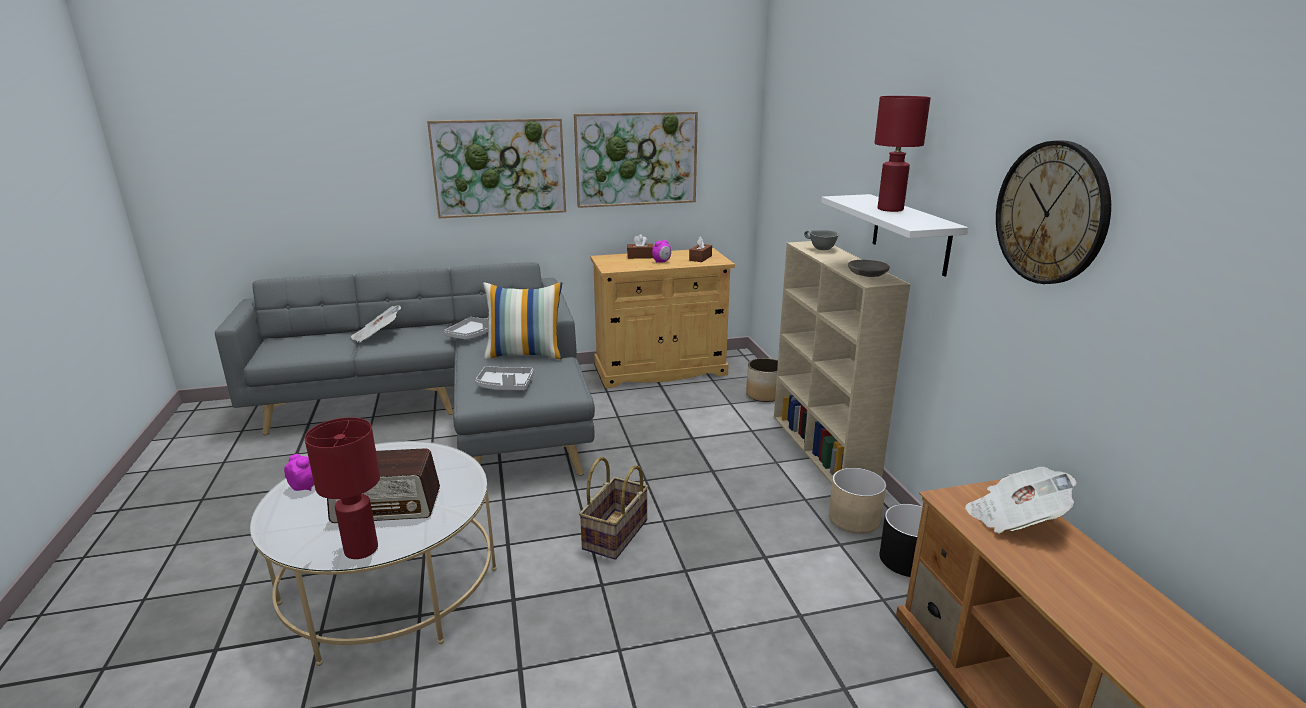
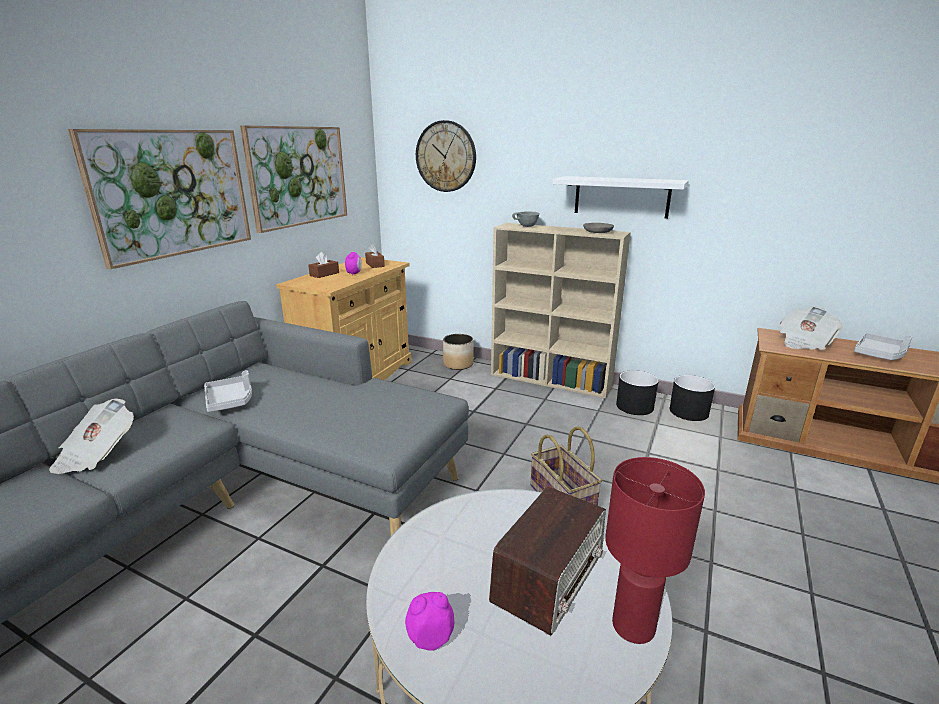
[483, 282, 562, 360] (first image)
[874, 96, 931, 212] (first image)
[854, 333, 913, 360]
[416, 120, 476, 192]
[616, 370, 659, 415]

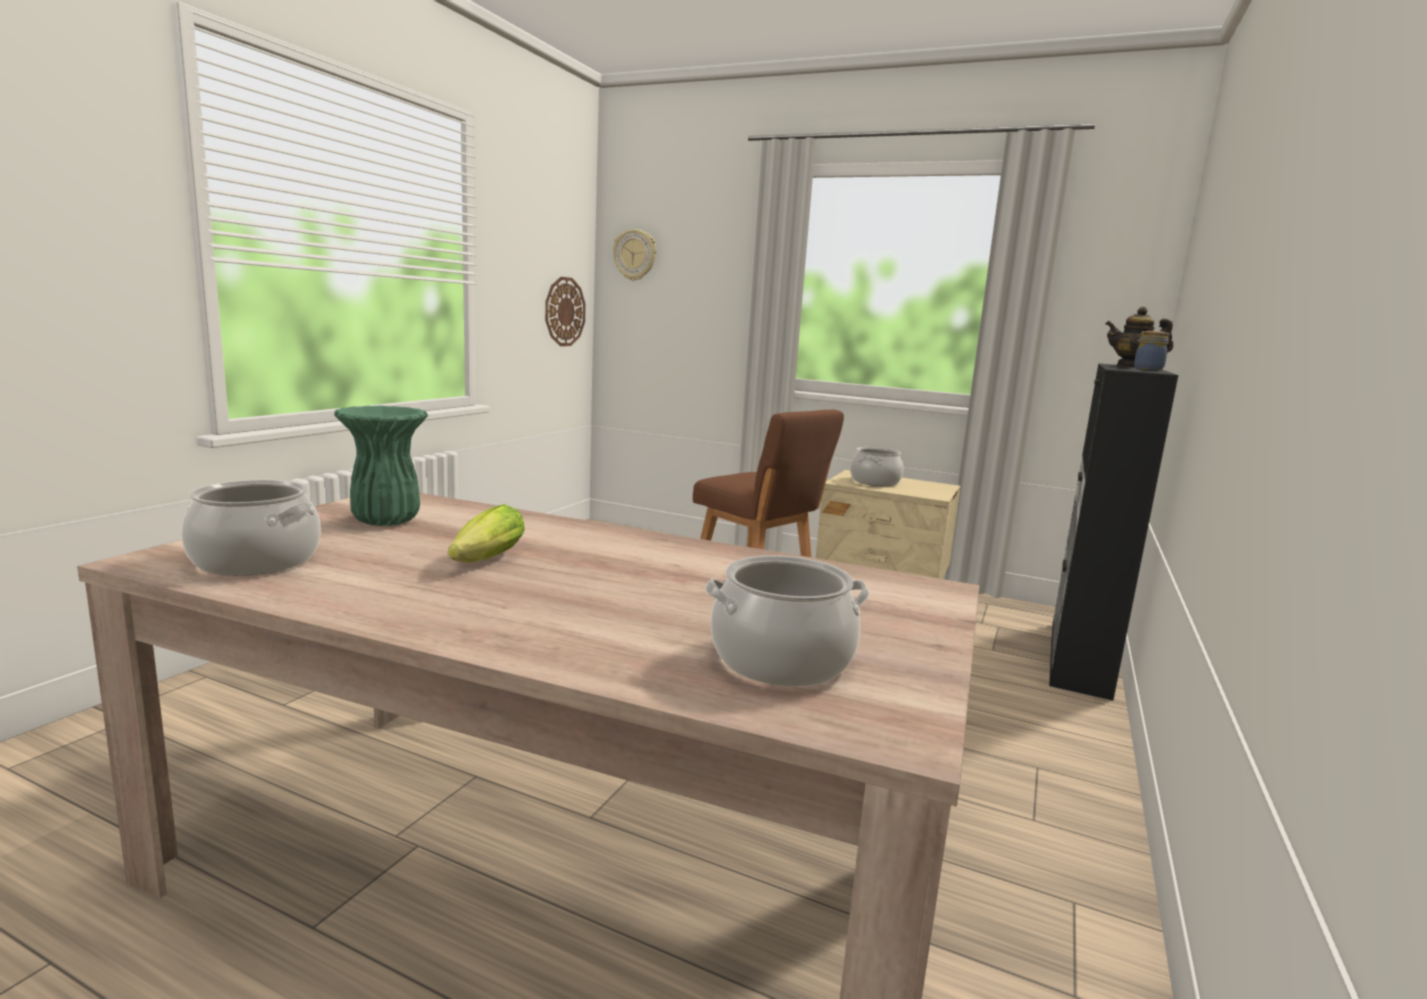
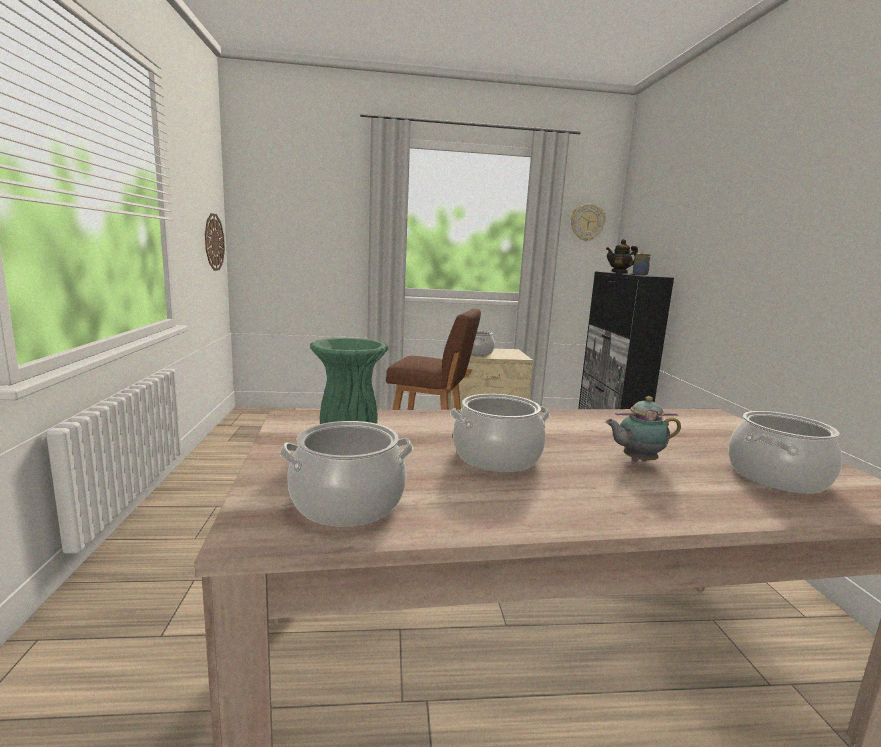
[605, 396, 681, 462]
[571, 204, 606, 241]
[450, 394, 550, 472]

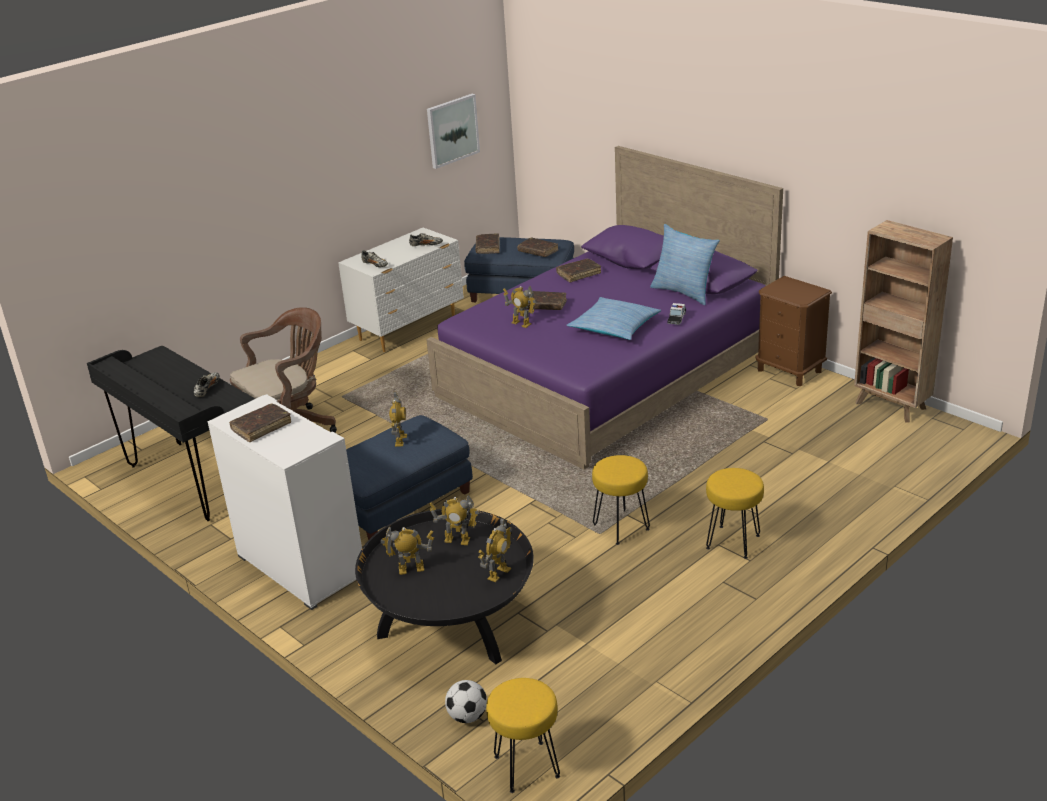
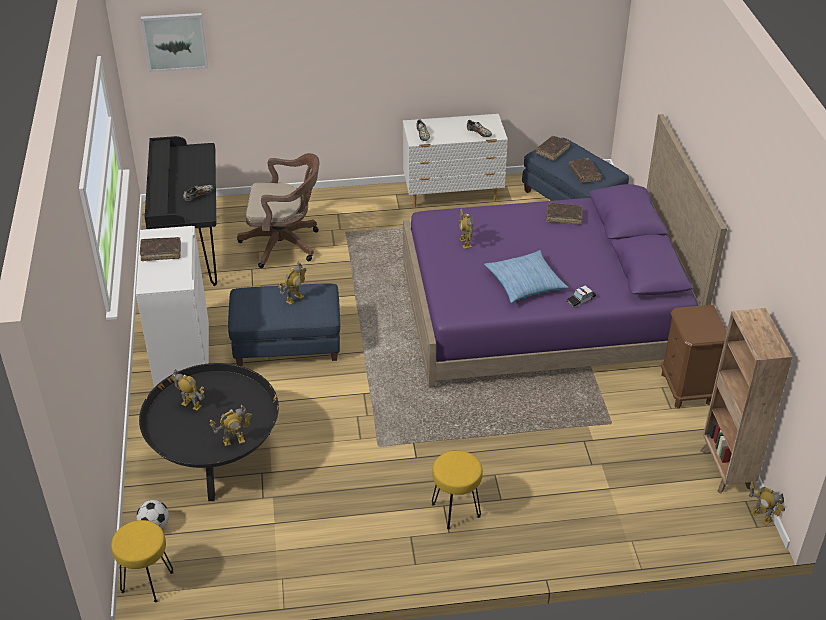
[527, 291, 567, 310] (first image)
[592, 455, 650, 545] (first image)
[650, 224, 720, 305] (first image)
[141, 13, 208, 72]
[749, 481, 785, 526]

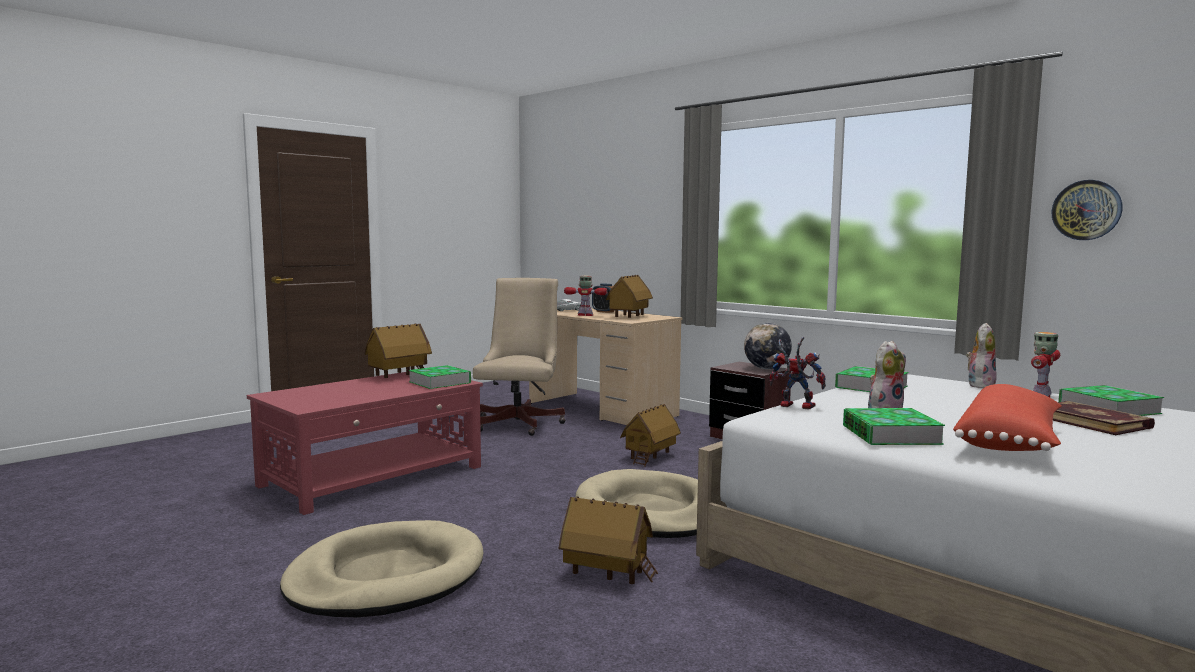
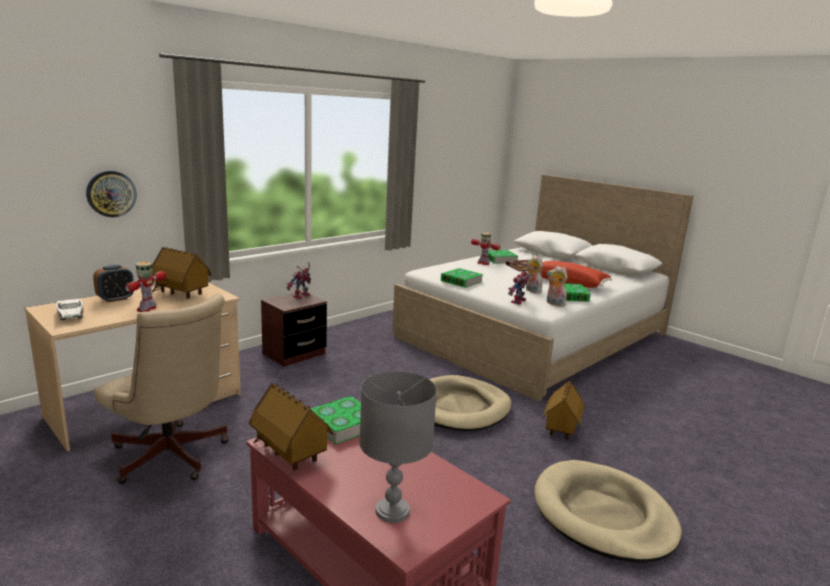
[620, 404, 681, 467] (first image)
[359, 371, 437, 523]
[547, 266, 568, 307]
[86, 171, 136, 217]
[286, 262, 311, 299]
[94, 294, 229, 484]

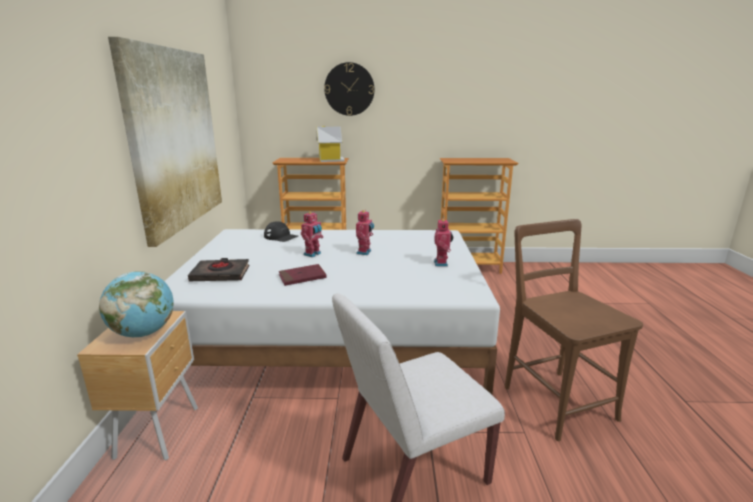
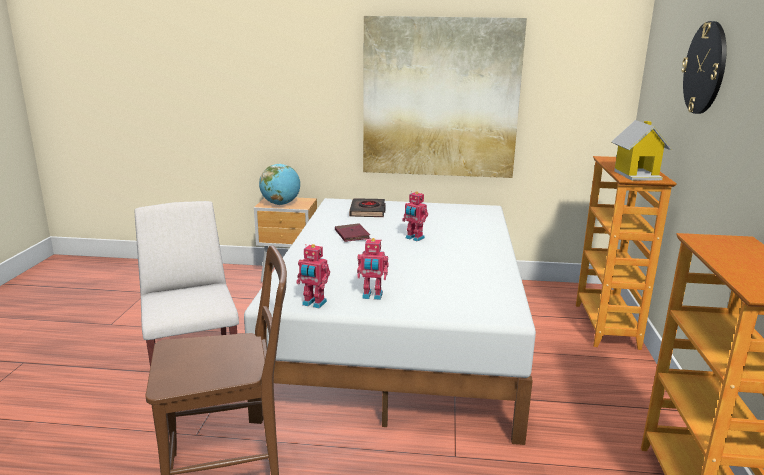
[264, 221, 298, 242] (first image)
[296, 244, 330, 308]

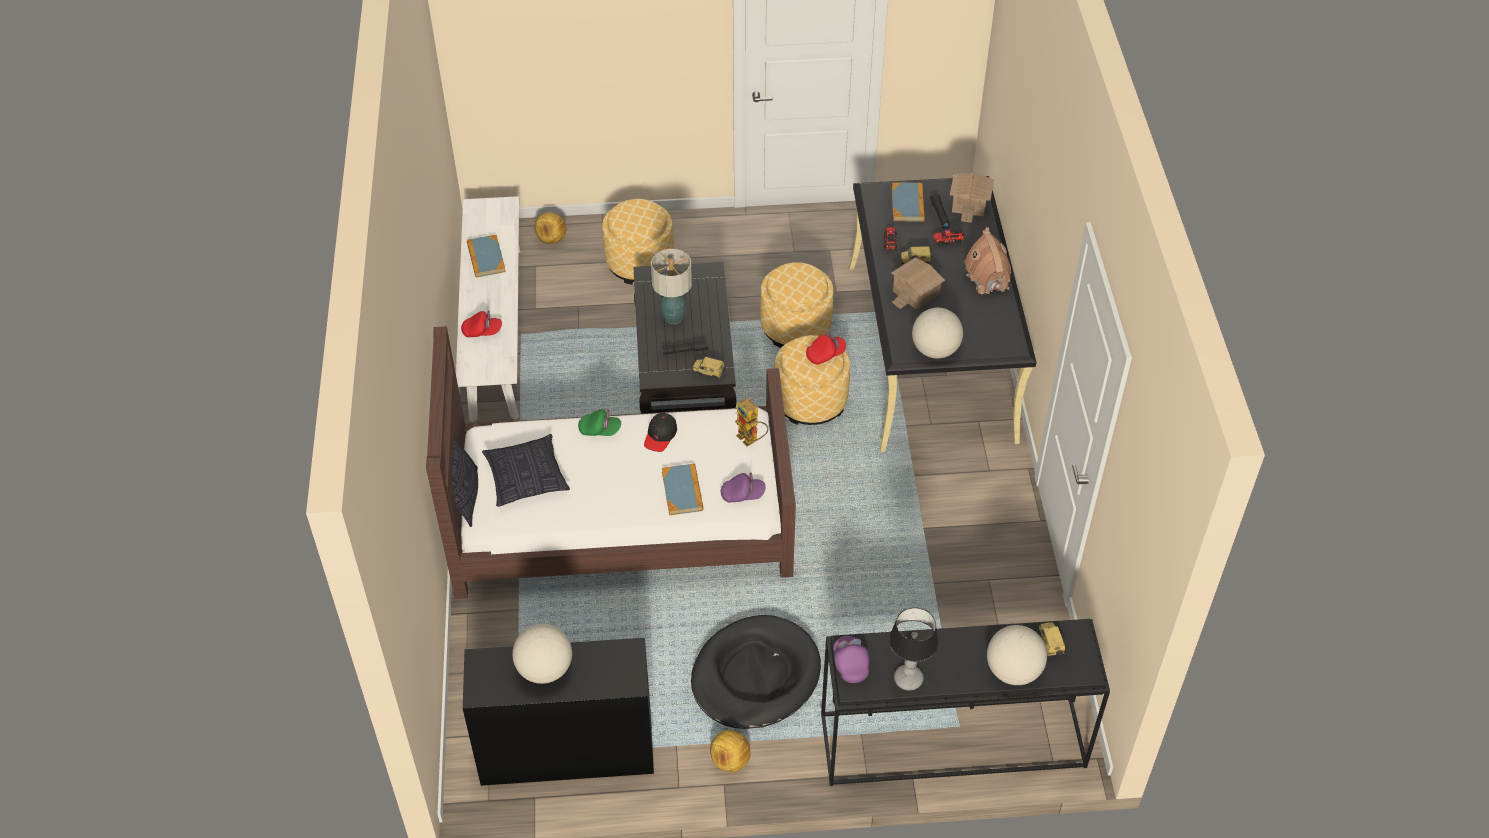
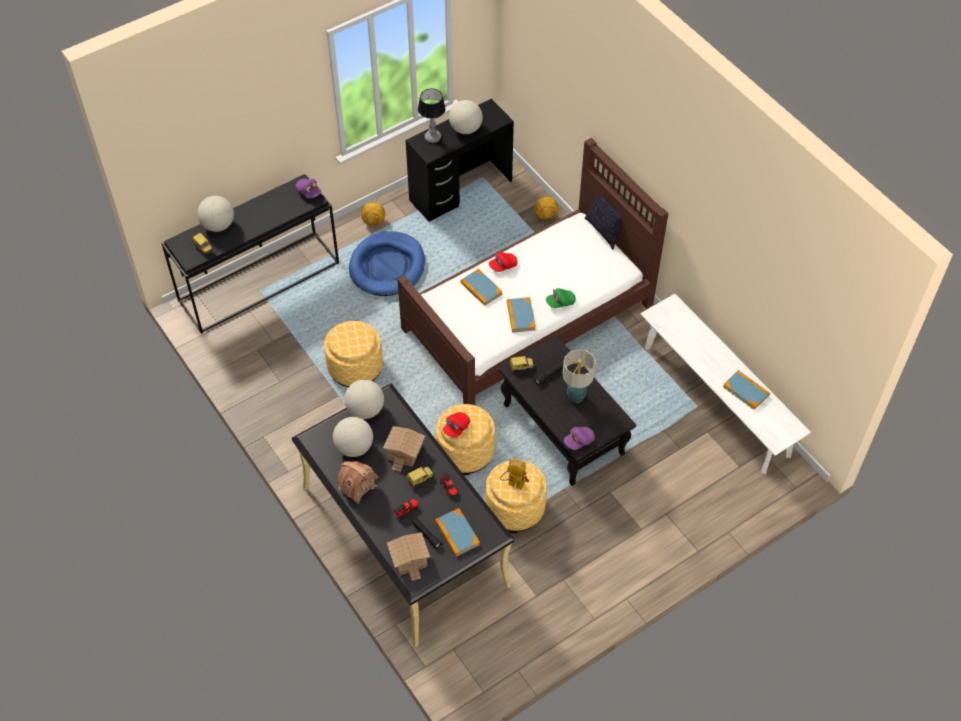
[482, 434, 570, 507] (first image)
[333, 417, 373, 457]
[489, 252, 518, 272]
[534, 196, 558, 219]
[324, 321, 383, 387]
[564, 427, 595, 450]
[500, 458, 529, 490]
[418, 88, 446, 143]
[507, 297, 536, 333]
[349, 231, 425, 296]

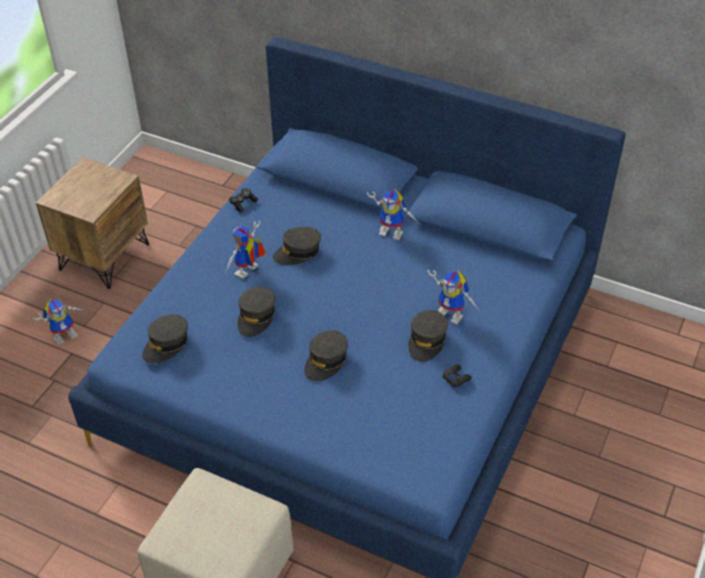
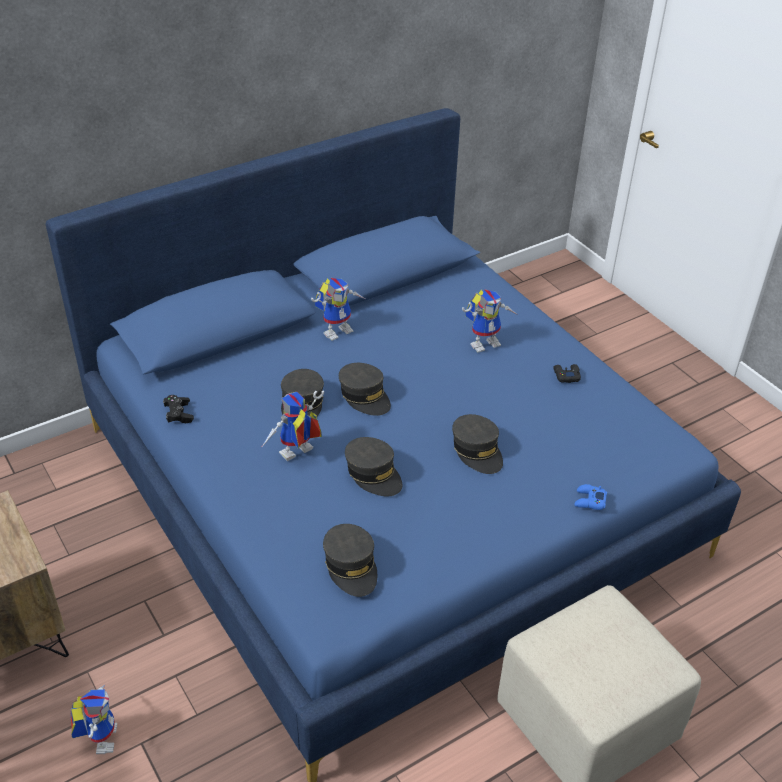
[574, 484, 607, 510]
[339, 363, 391, 416]
[261, 391, 324, 461]

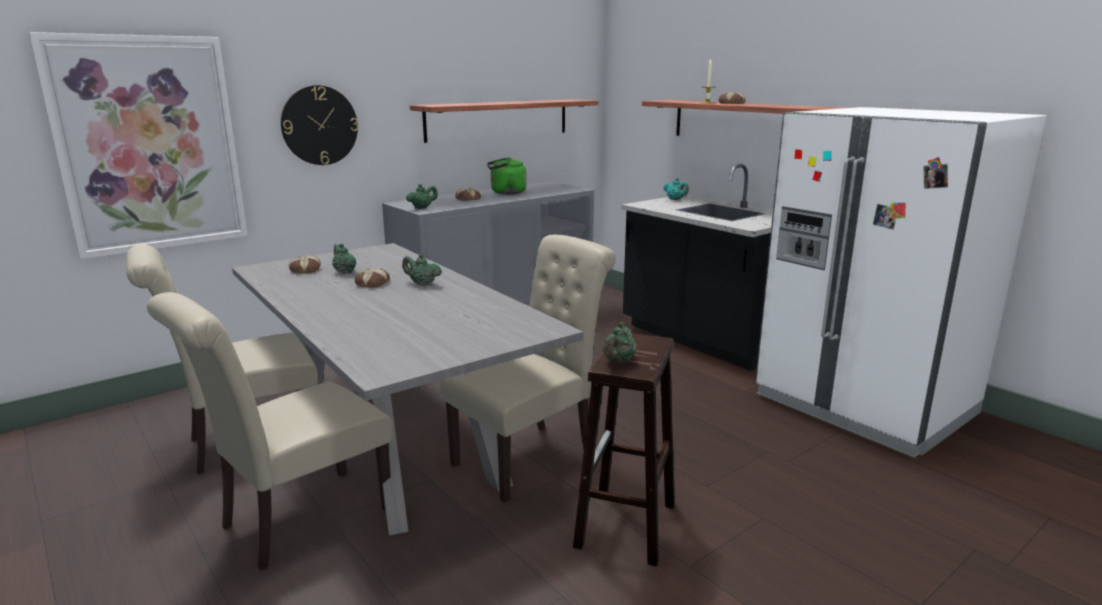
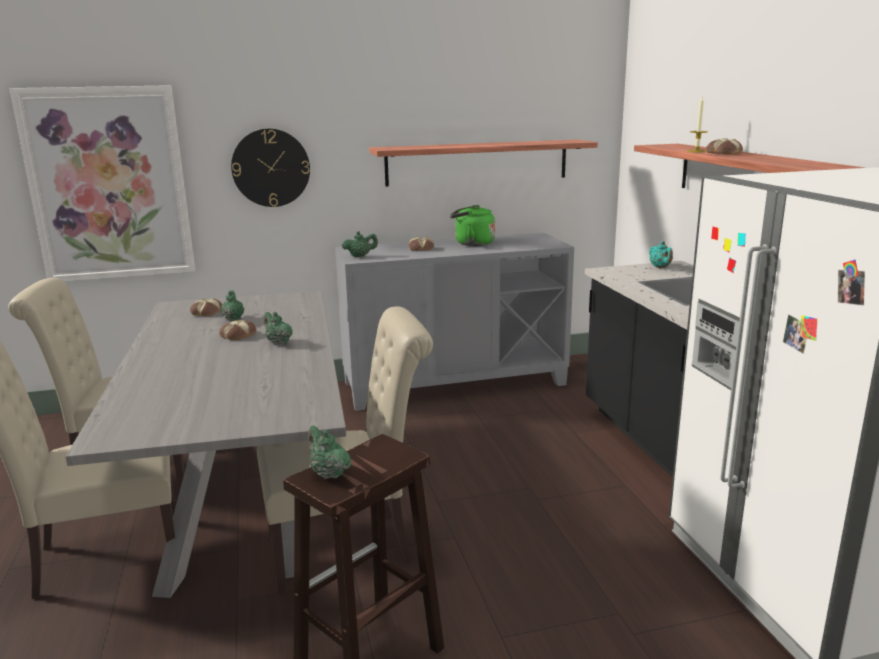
[308, 426, 351, 479]

